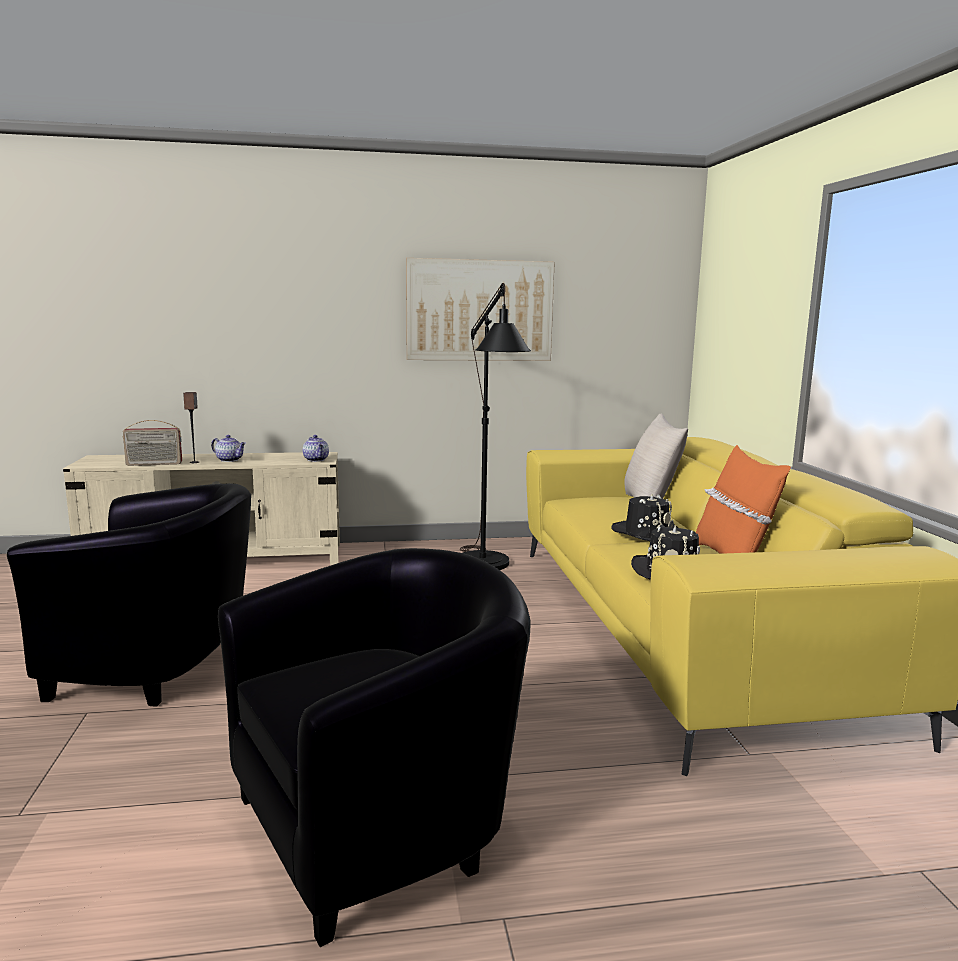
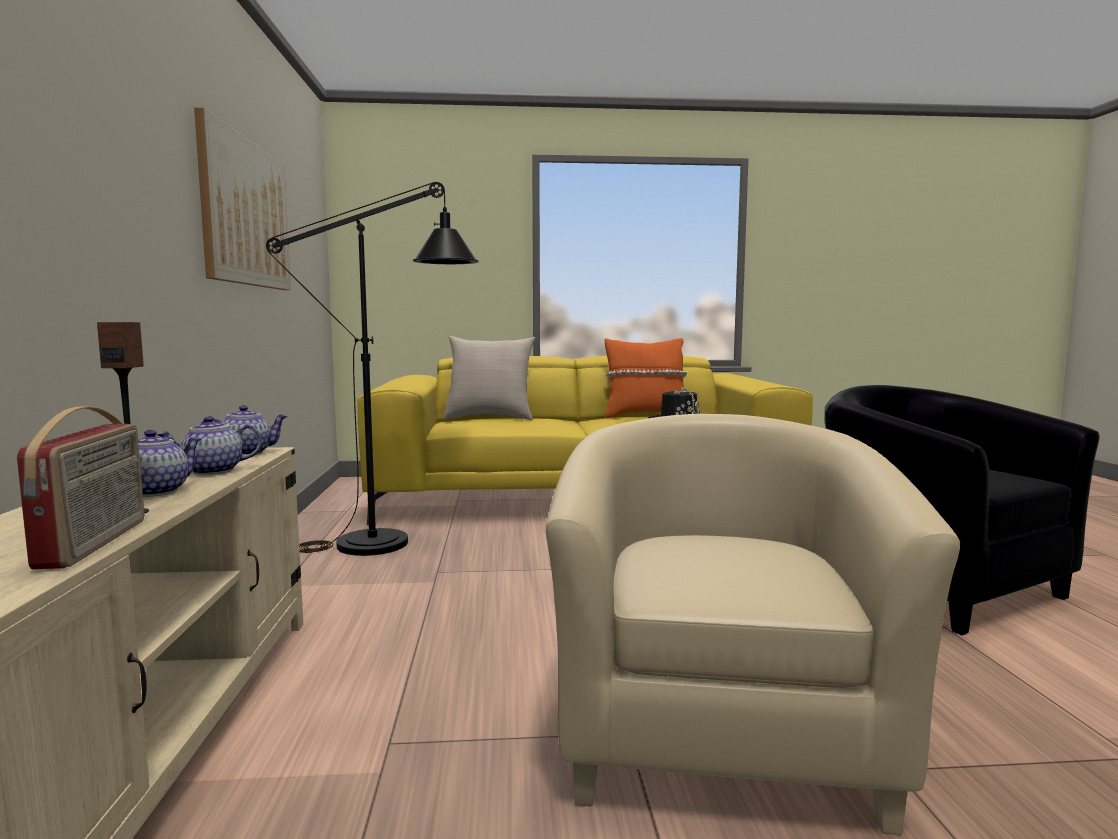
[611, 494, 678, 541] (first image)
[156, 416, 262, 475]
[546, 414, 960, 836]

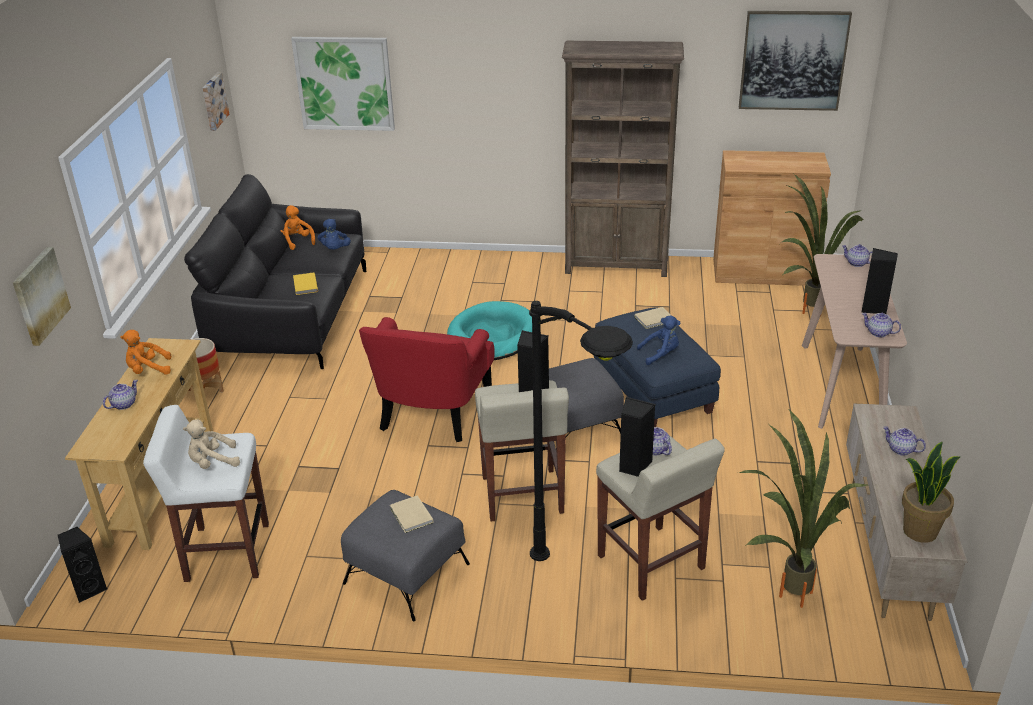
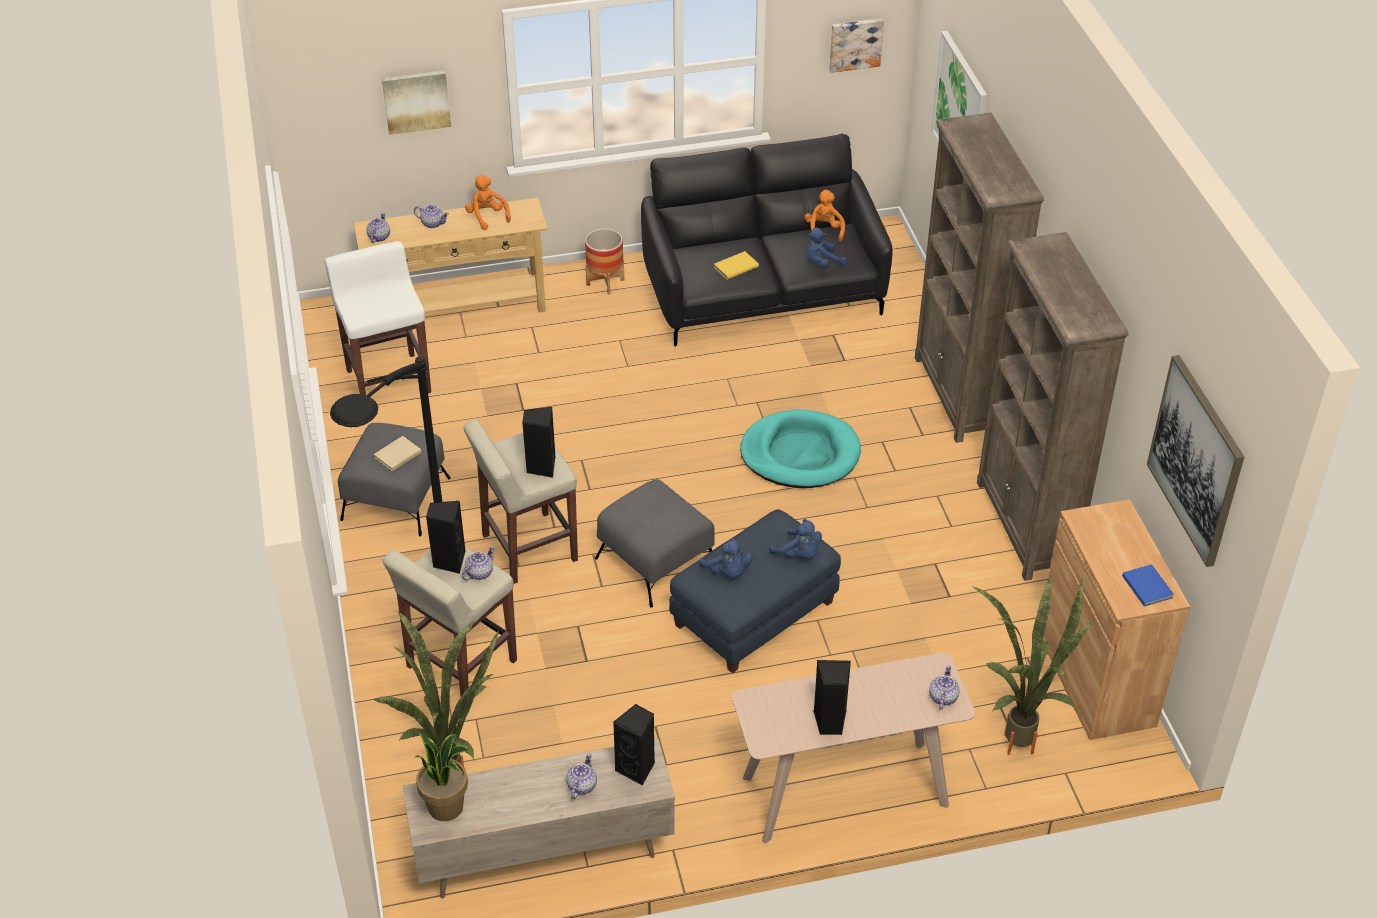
[183, 420, 240, 469] (first image)
[359, 317, 495, 442] (first image)
[915, 113, 1044, 443]
[1122, 564, 1174, 606]
[613, 704, 655, 786]
[367, 213, 390, 243]
[769, 519, 822, 559]
[805, 190, 845, 242]

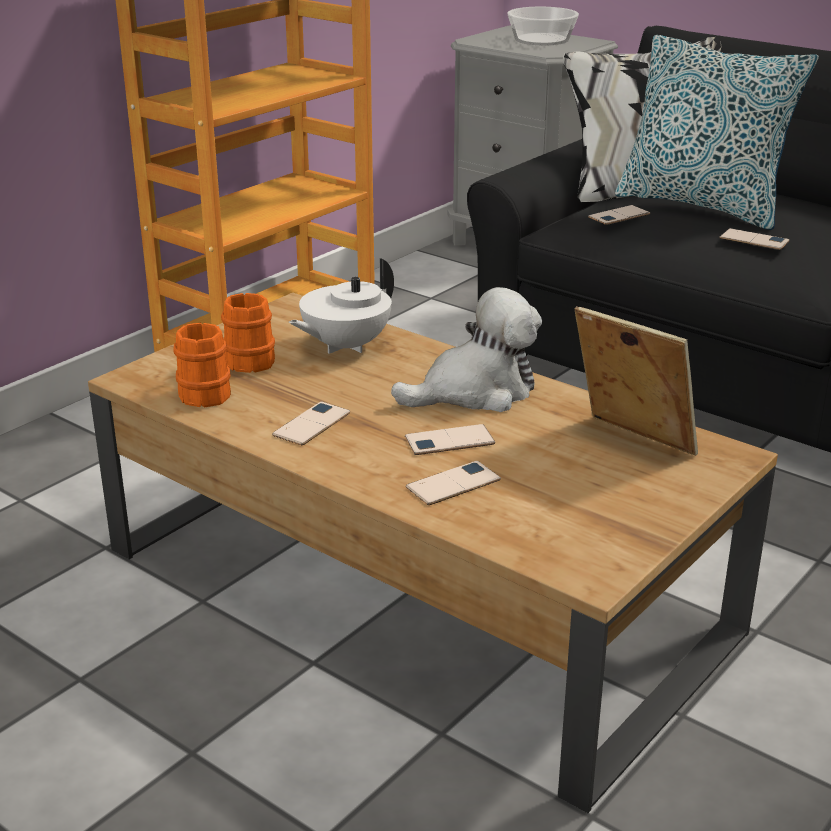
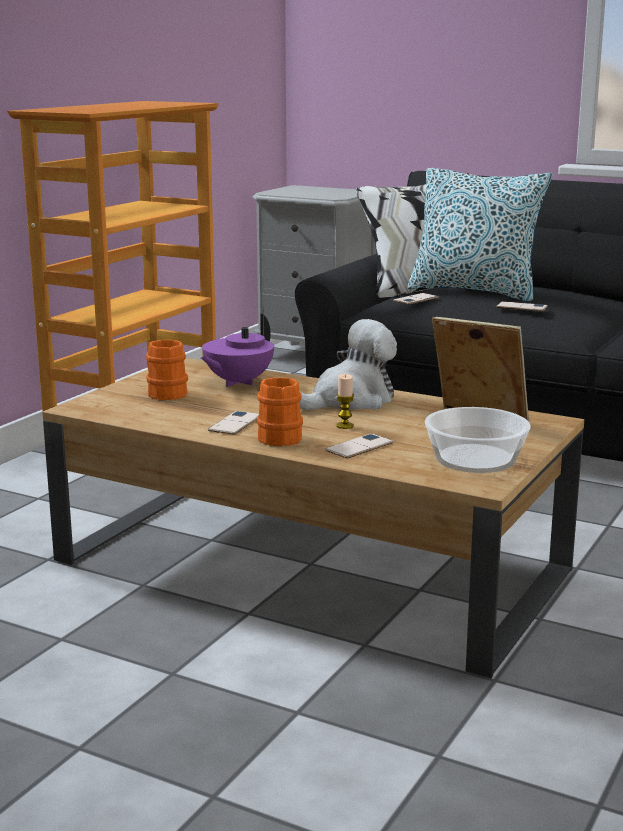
[257, 377, 303, 446]
[425, 407, 531, 473]
[336, 374, 354, 429]
[201, 314, 274, 387]

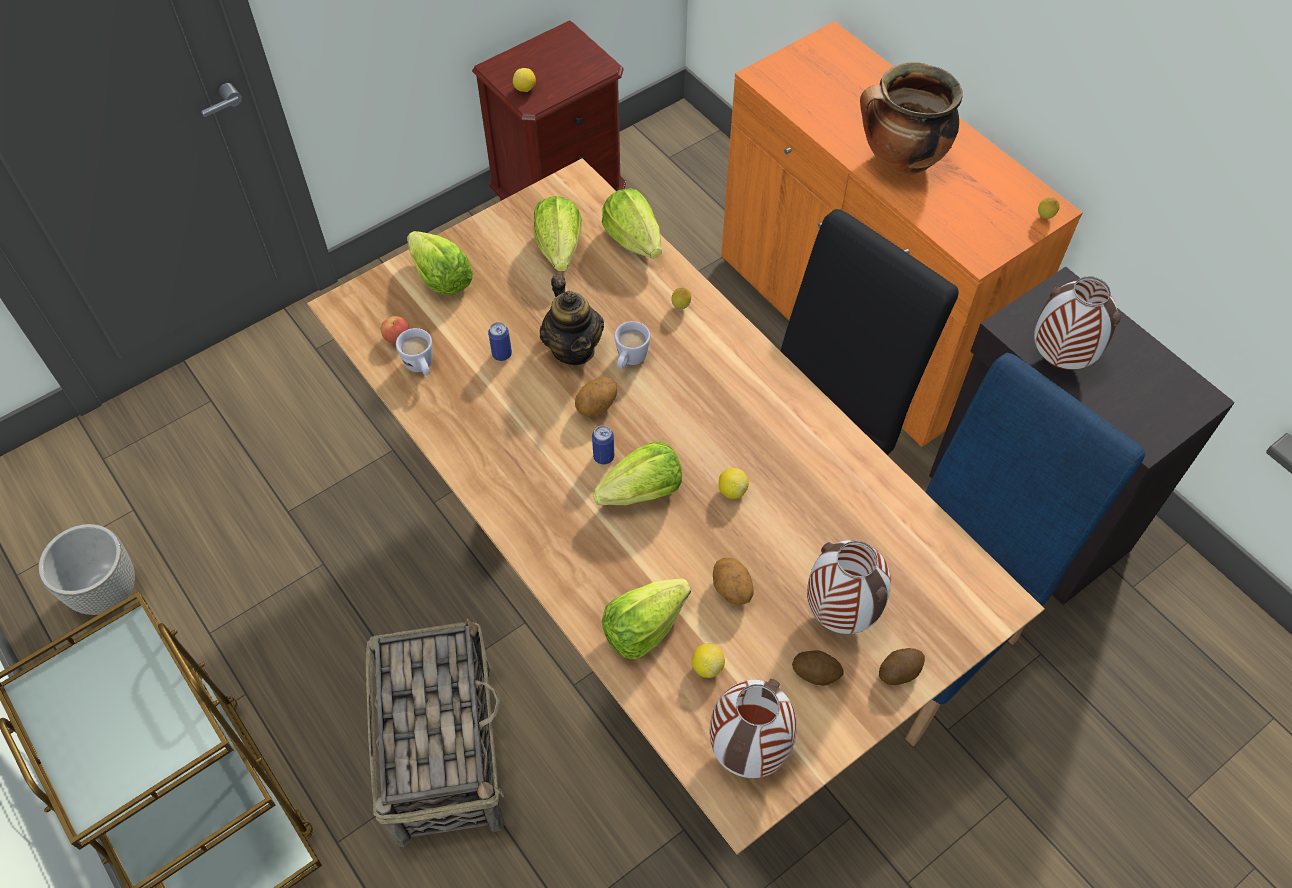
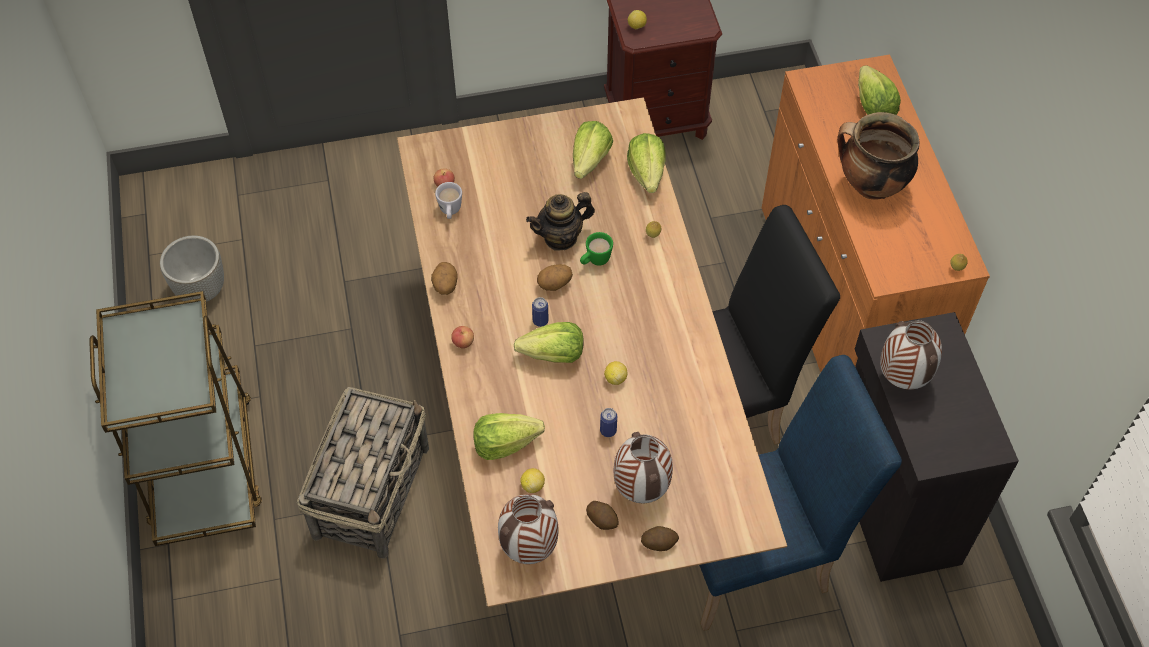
[451, 326, 474, 348]
[858, 65, 901, 115]
[600, 408, 617, 437]
[431, 262, 458, 295]
[580, 232, 613, 265]
[526, 192, 595, 251]

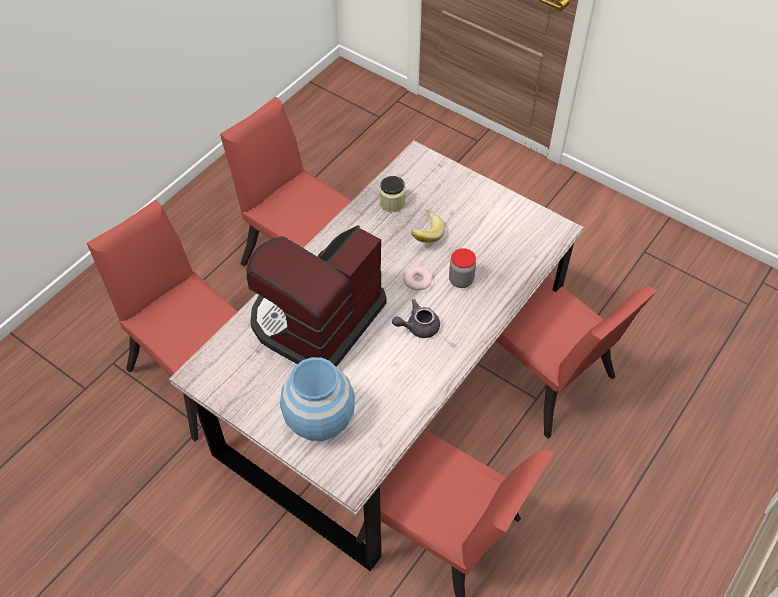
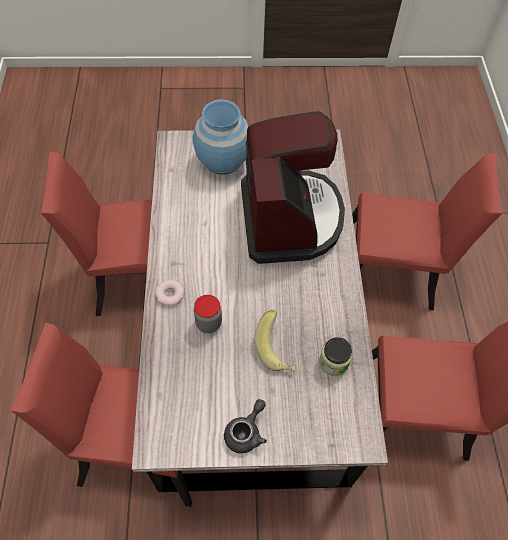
[224, 399, 267, 453]
[155, 279, 185, 306]

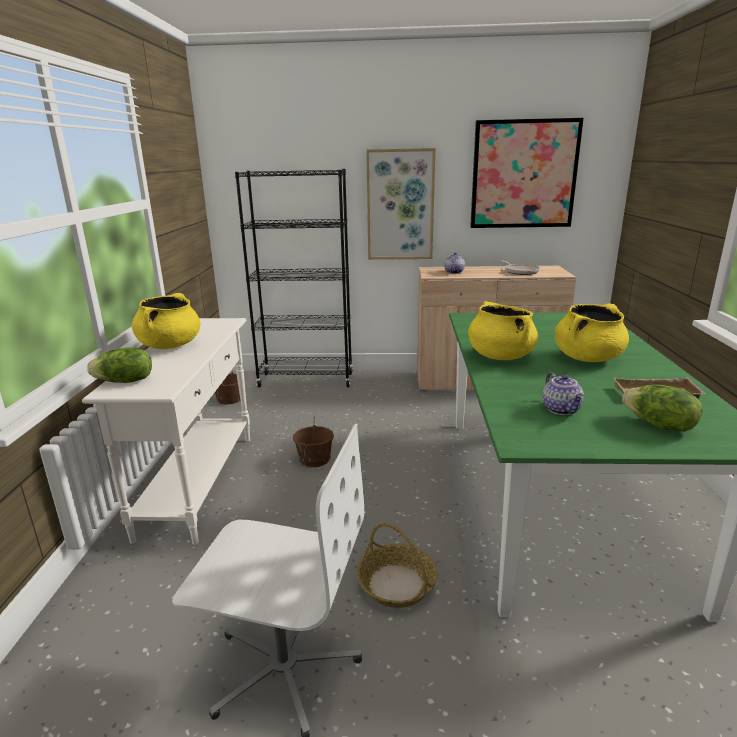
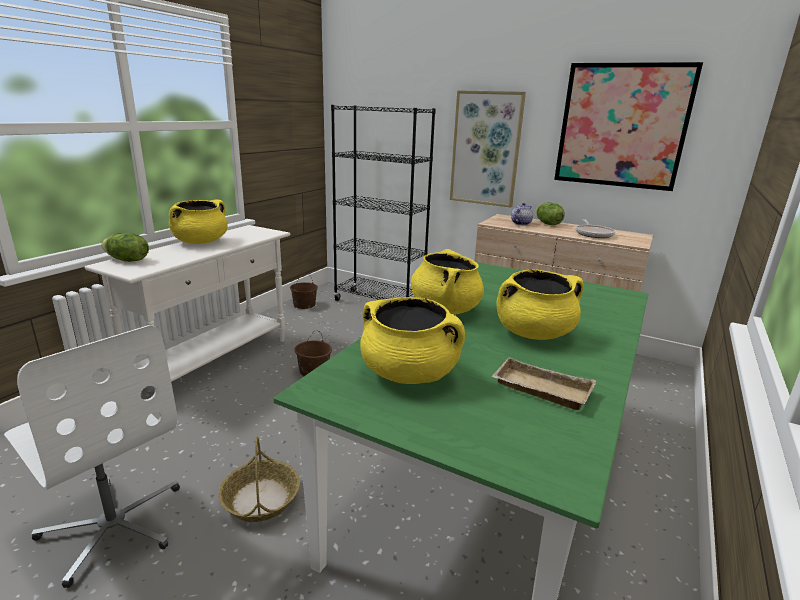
[536, 202, 565, 225]
[360, 297, 465, 384]

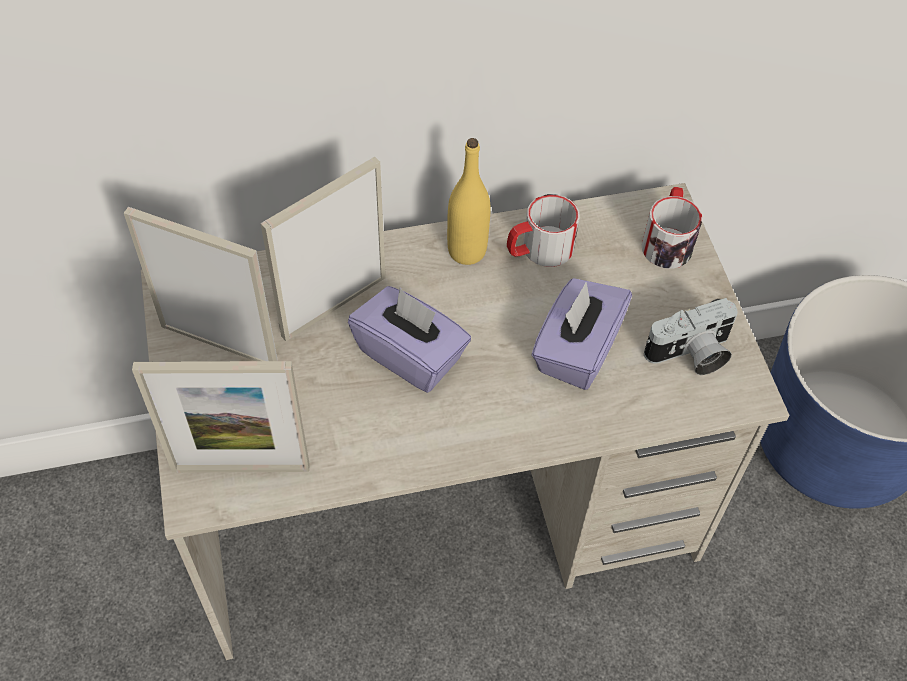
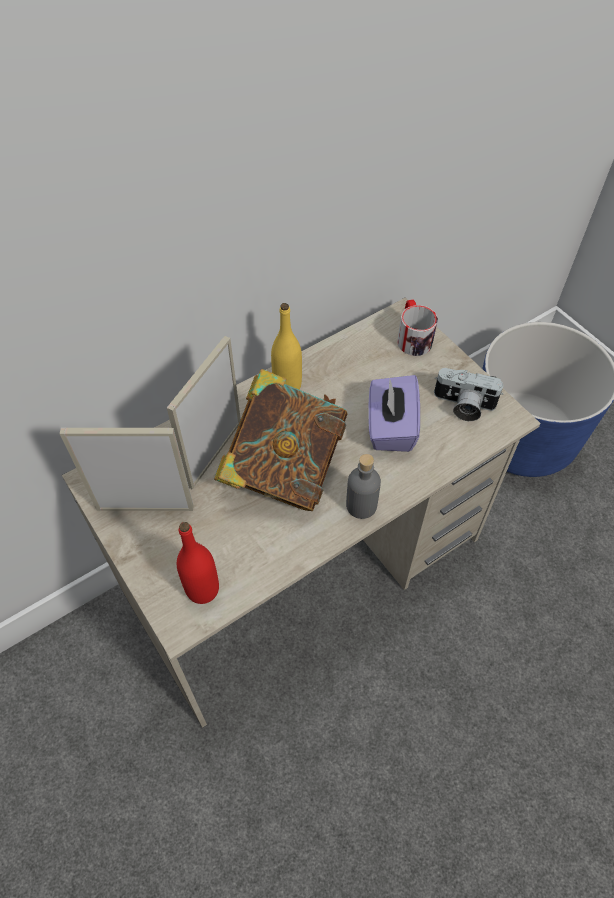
[507, 194, 579, 267] (first image)
[346, 454, 381, 519]
[177, 522, 219, 604]
[214, 369, 348, 511]
[434, 368, 503, 421]

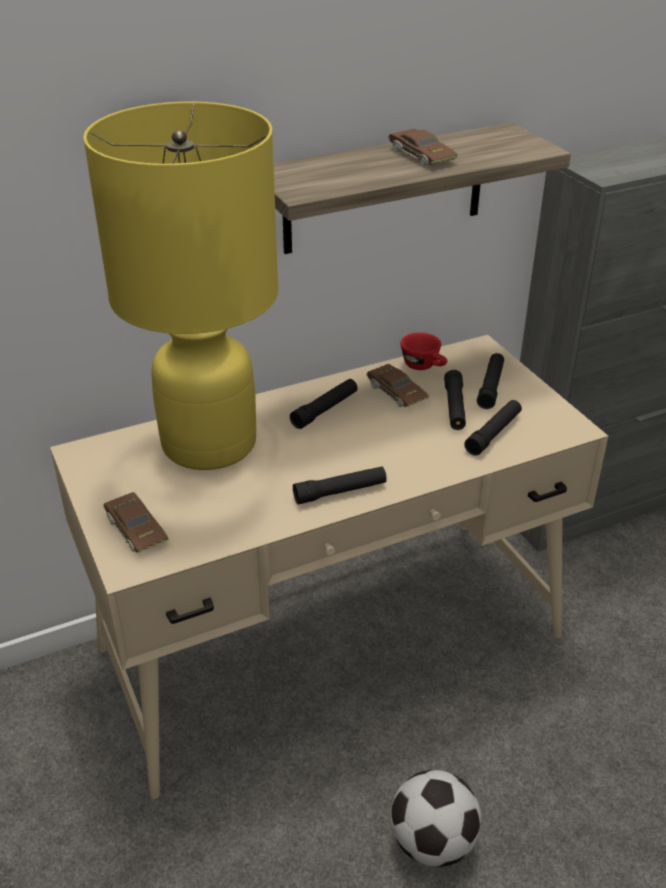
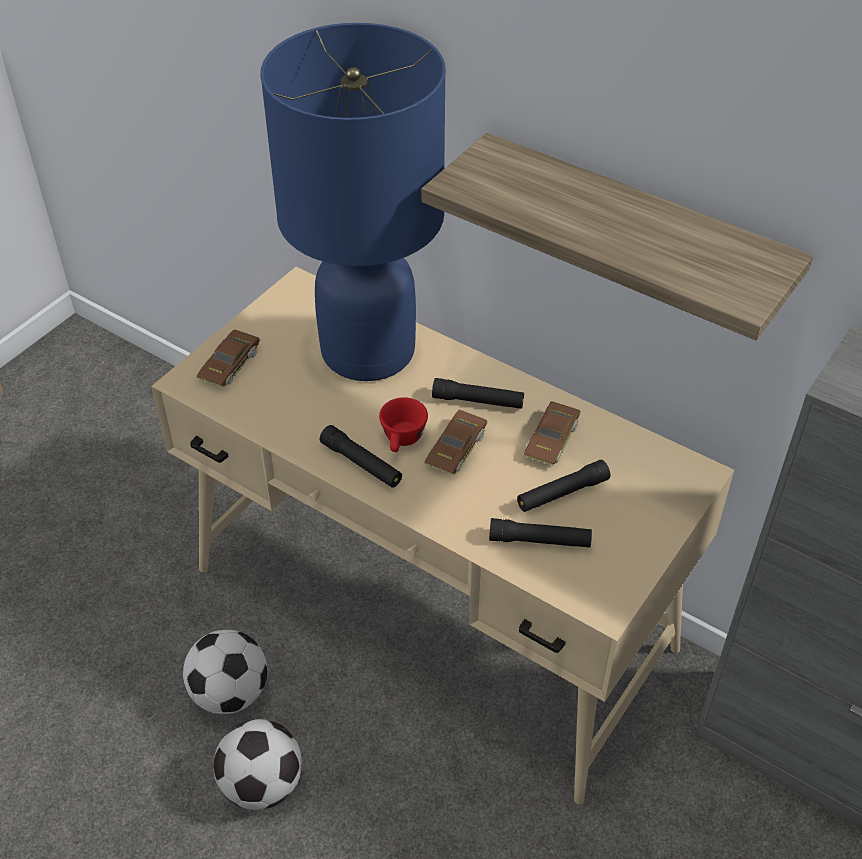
[477, 353, 504, 409] (first image)
[183, 630, 267, 714]
[424, 410, 488, 475]
[379, 397, 428, 452]
[260, 23, 446, 381]

